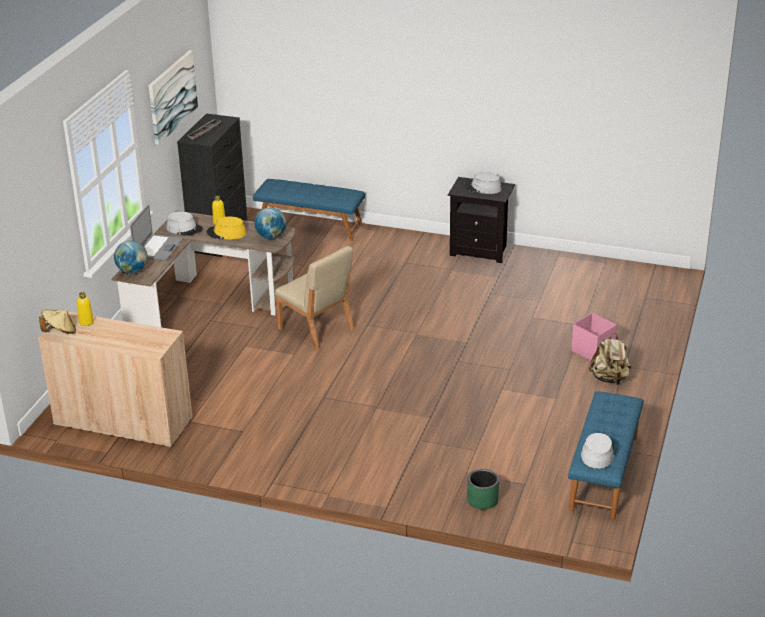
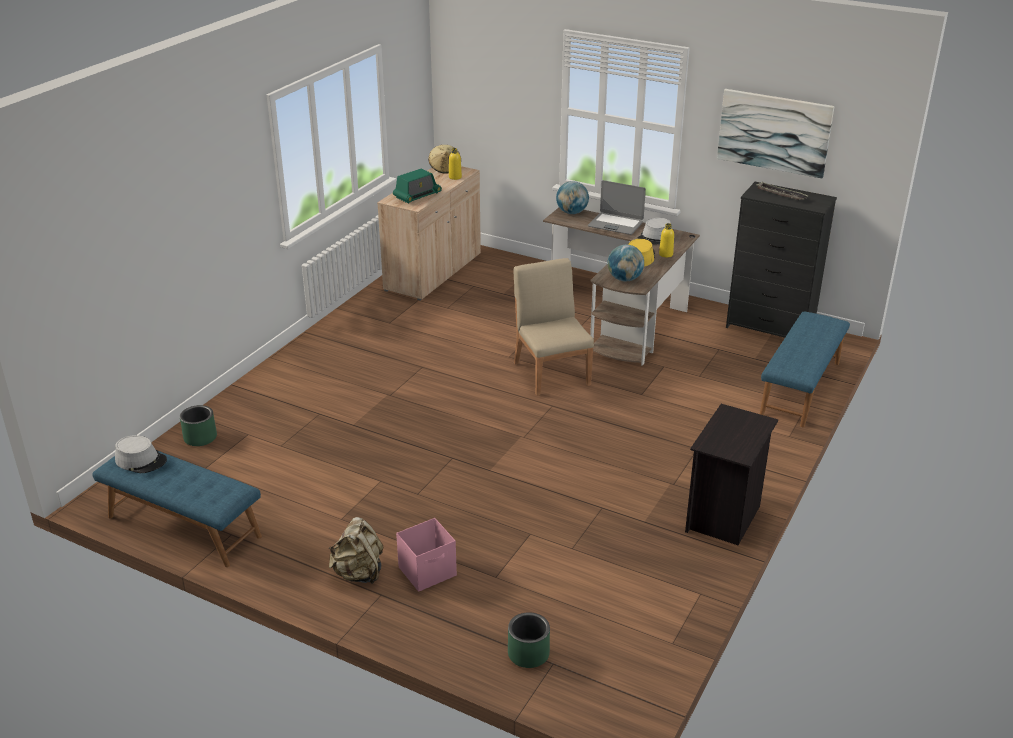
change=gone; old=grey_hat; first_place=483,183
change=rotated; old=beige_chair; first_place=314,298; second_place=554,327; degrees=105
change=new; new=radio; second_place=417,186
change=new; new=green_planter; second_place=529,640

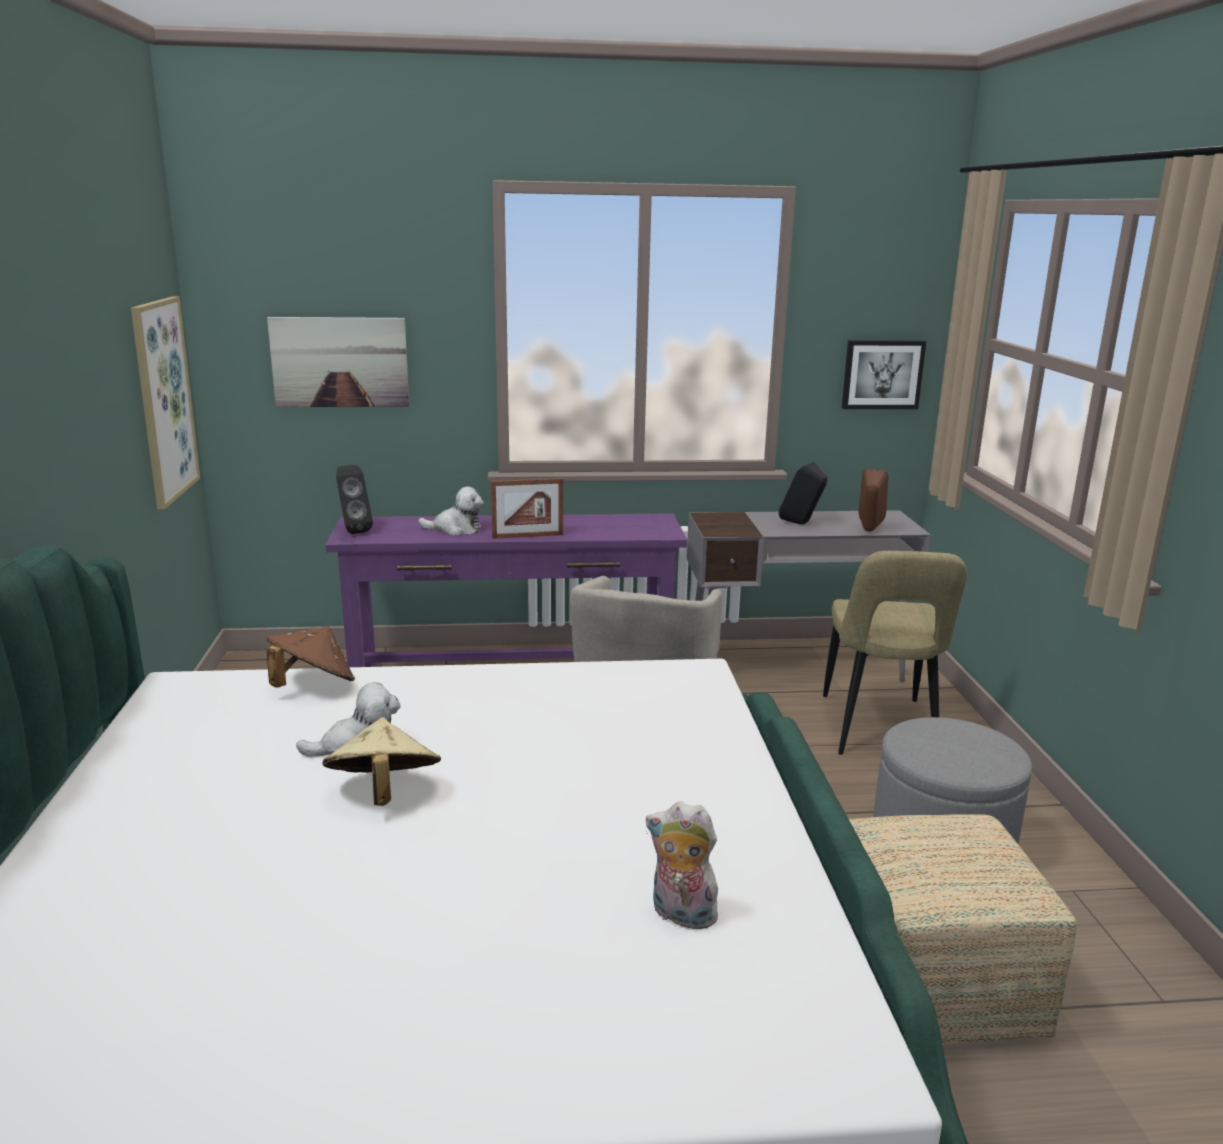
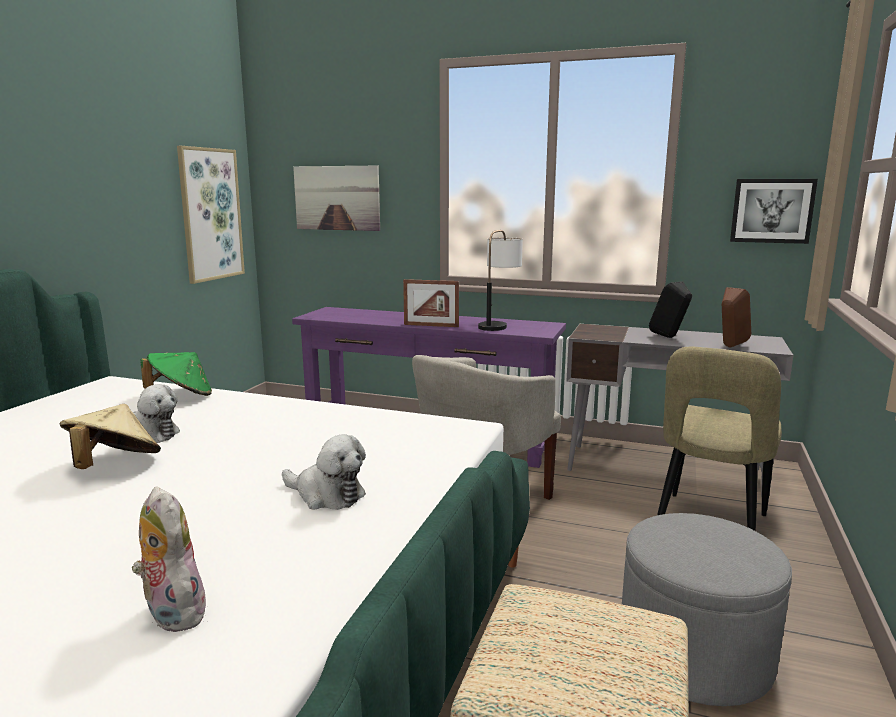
change=gone; old=black_speaker; first_place=354,499
change=shifted; old=plush_toy; first_place=451,511; second_place=324,472
change=repainted; old=brown_hat; new=green_hat; first_place=310,657; second_place=176,374
change=new; new=table_lamp; second_place=500,280

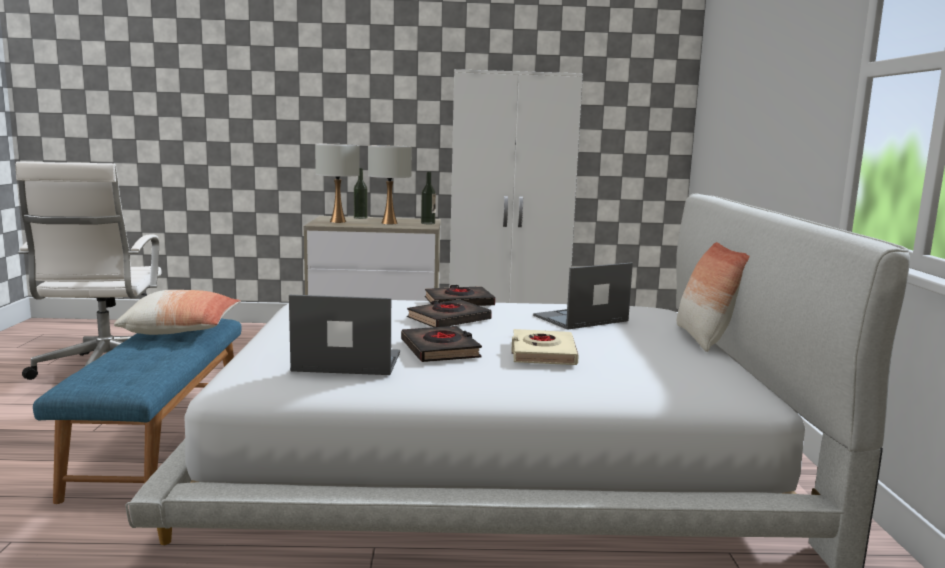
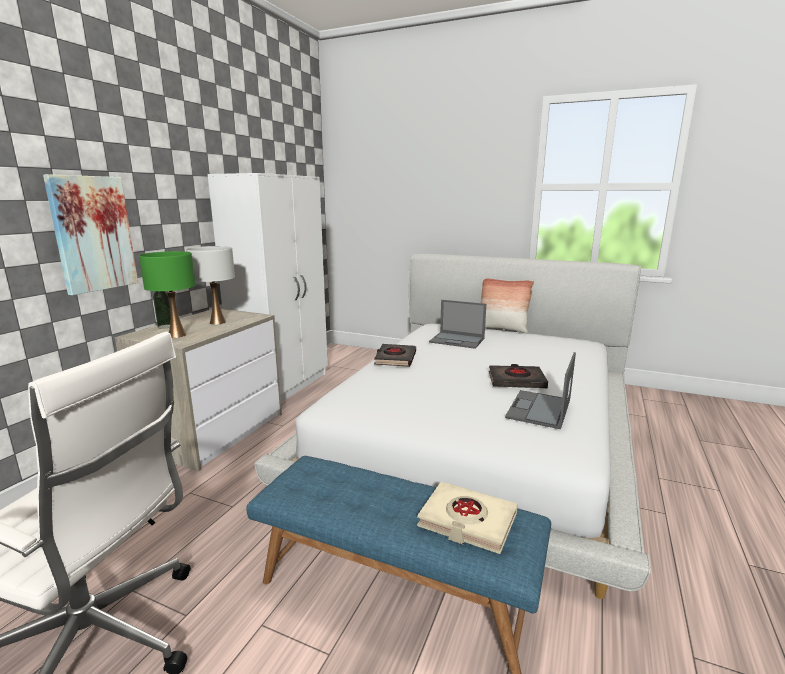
change=repainted; old=white_table_lamp; new=green_table_lamp; first_place=337,183; second_place=167,294
change=gone; old=bottle; first_place=428,198
change=rotated; old=laptop; first_place=583,296; second_place=457,324; degrees=-60
change=gone; old=pillow; first_place=177,312
change=gone; old=black_book; first_place=449,313
change=shifted; old=beige_book; first_place=545,347; second_place=467,517
change=new; new=picture; second_place=90,234

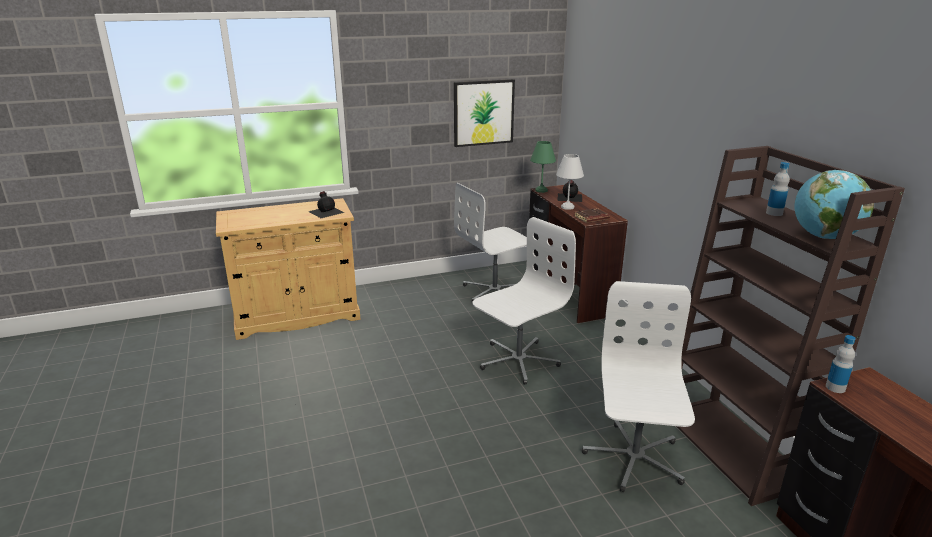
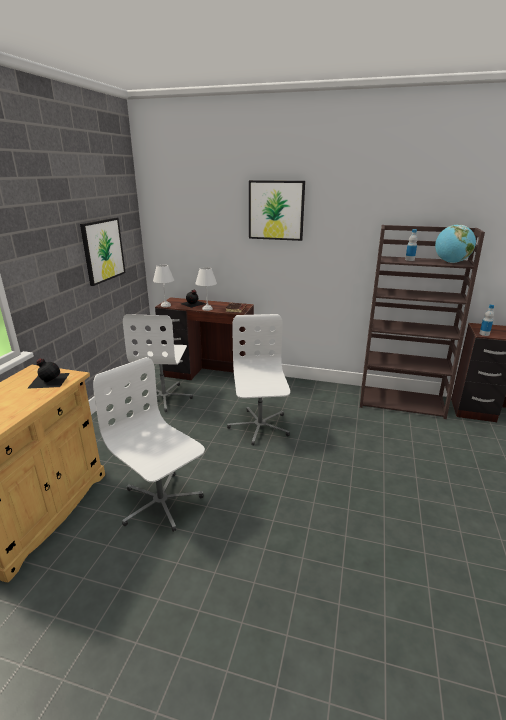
change=repainted; old=green_table_lamp; new=white_table_lamp; first_place=543,167; second_place=163,286
change=shifted; old=white_office_chair; first_place=638,386; second_place=149,444
change=new; new=picture; second_place=277,210

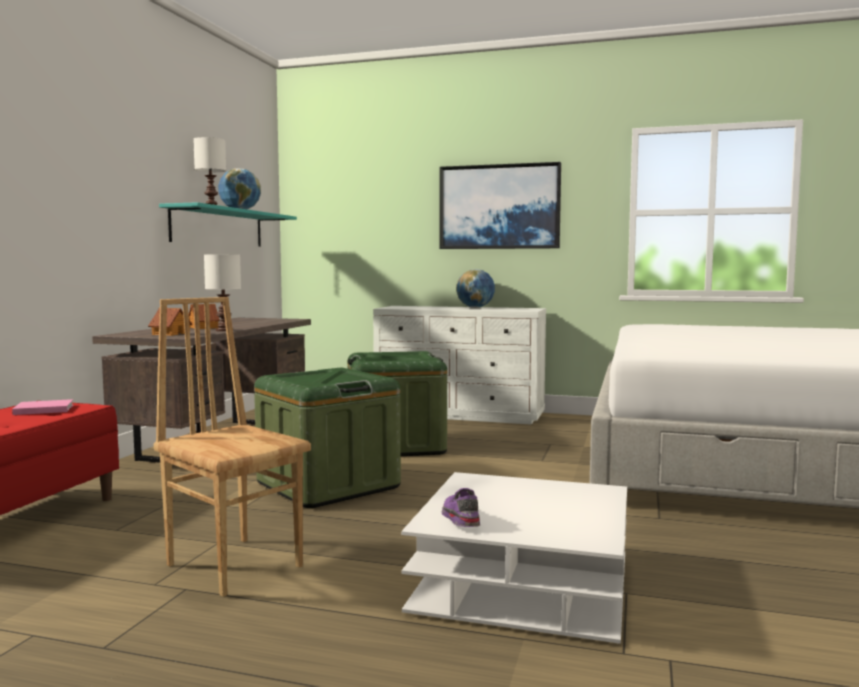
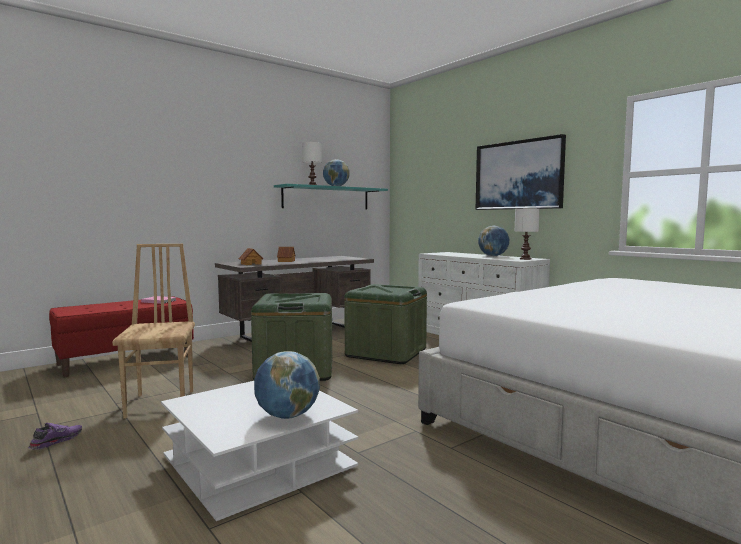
change=shifted; old=white_table_lamp; first_place=222,292; second_place=527,234
change=shifted; old=purple_shoe; first_place=461,507; second_place=55,436
change=new; new=globe; second_place=287,385

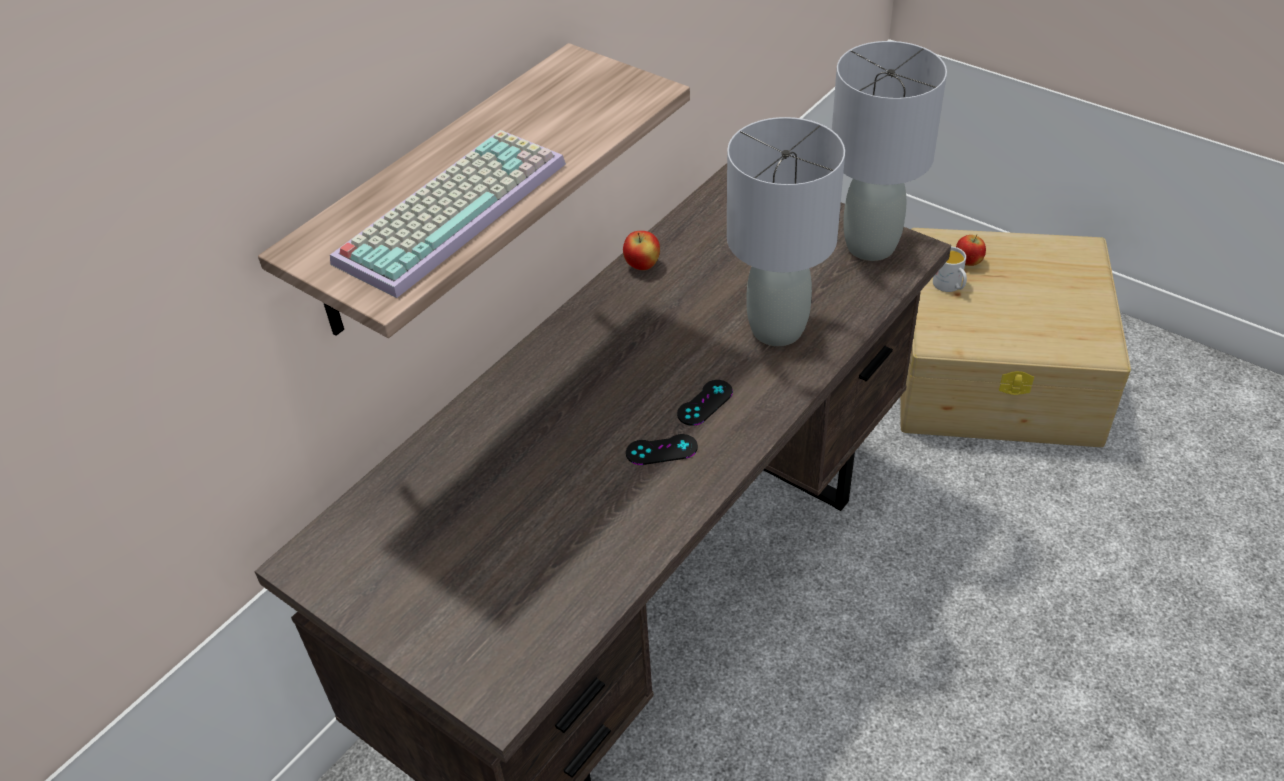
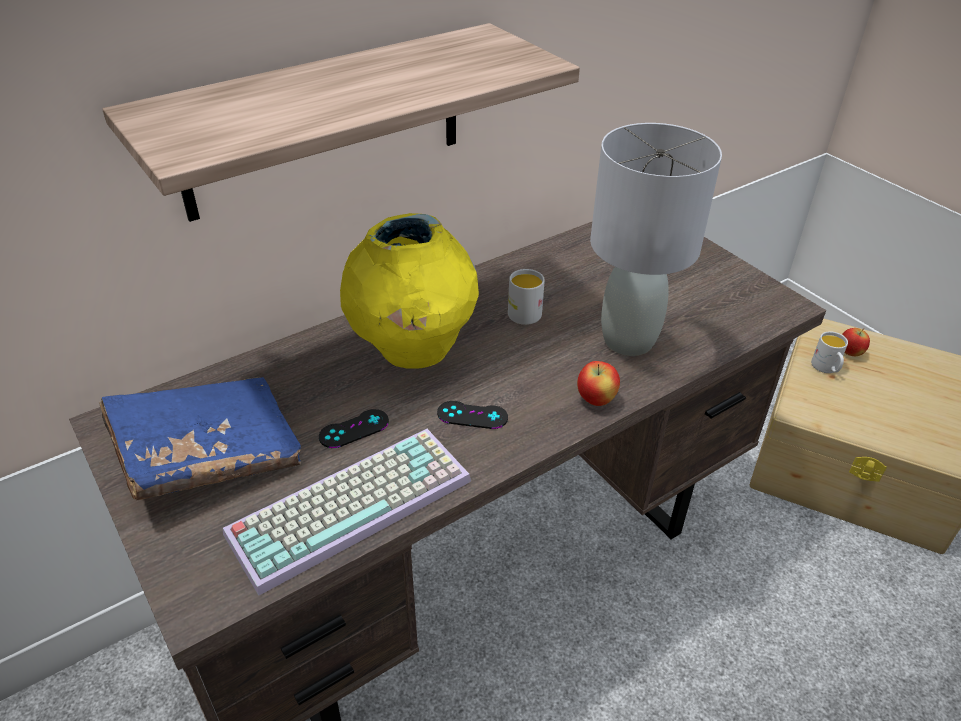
change=gone; old=grey_table_lamp; first_place=889,151
change=shifted; old=keyboard; first_place=448,214; second_place=347,512
change=shifted; old=apple; first_place=641,250; second_place=598,383
change=shifted; old=black_game_controller; first_place=705,403; second_place=354,428
change=new; new=yellow_vase; second_place=409,291
change=new; new=white_mug; second_place=526,297
change=new; new=blue_book; second_place=200,438

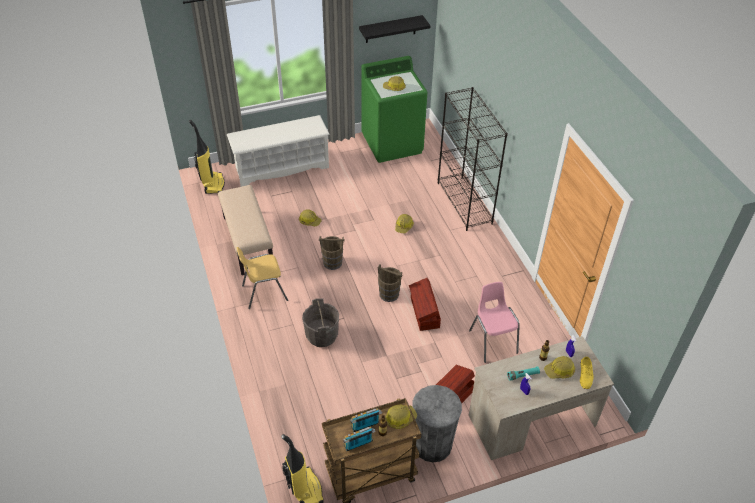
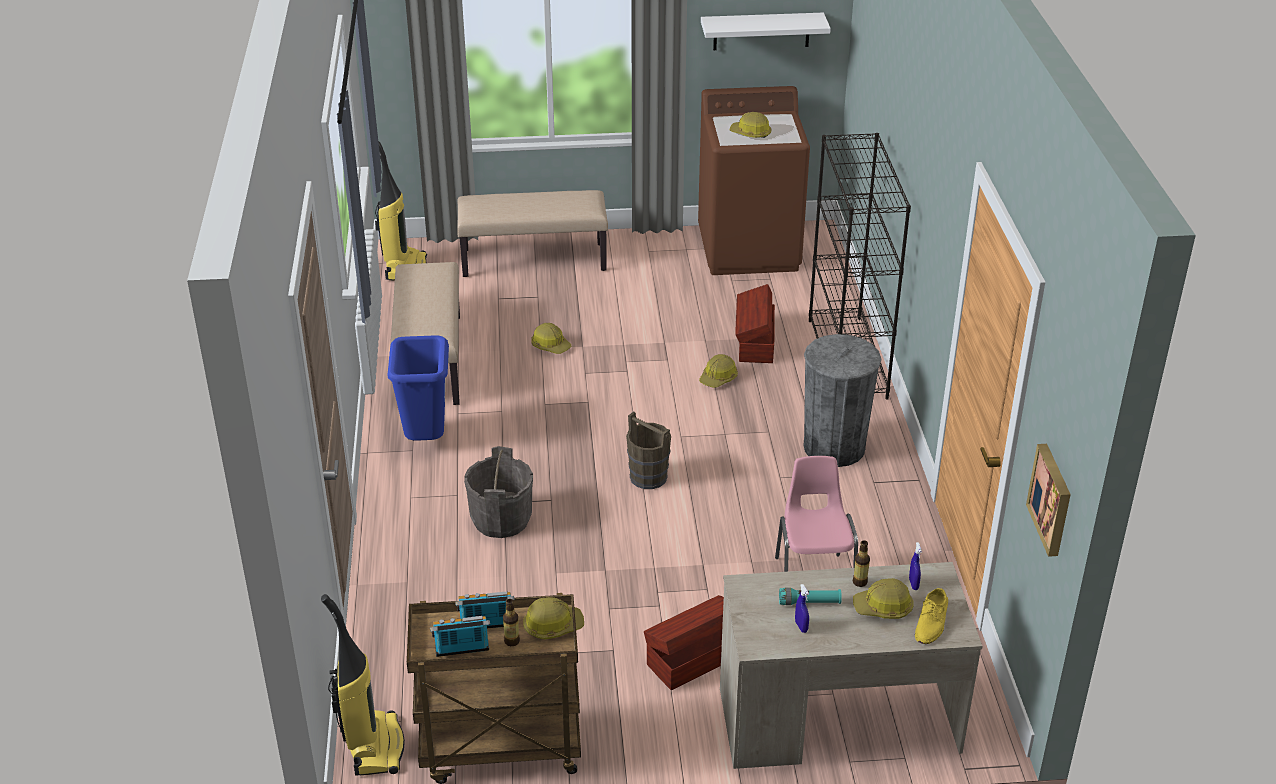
change=repainted; old=black_shelf; new=white_shelf; first_place=394,29; second_place=766,31
change=repainted; old=green_washing_machine; new=brown_washing_machine; first_place=394,109; second_place=754,180
change=swapped; old=white_shoe_rack; new=beige_bench; first_place=278,151; second_place=532,233
change=gone; old=brown_bucket; first_place=332,253
change=swapped; old=yellow_chair; new=blue_trash_can; first_place=262,278; second_place=418,388
change=shifted; old=brown_storage_box; first_place=425,304; second_place=755,323
change=shifted; old=grey_trash_can; first_place=437,423; second_place=842,400
change=new; new=picture; second_place=1048,500

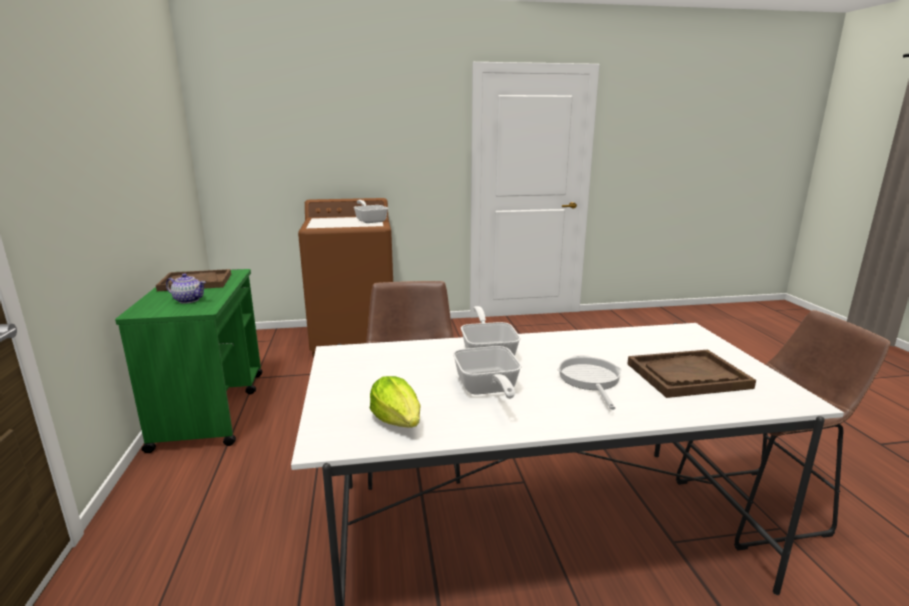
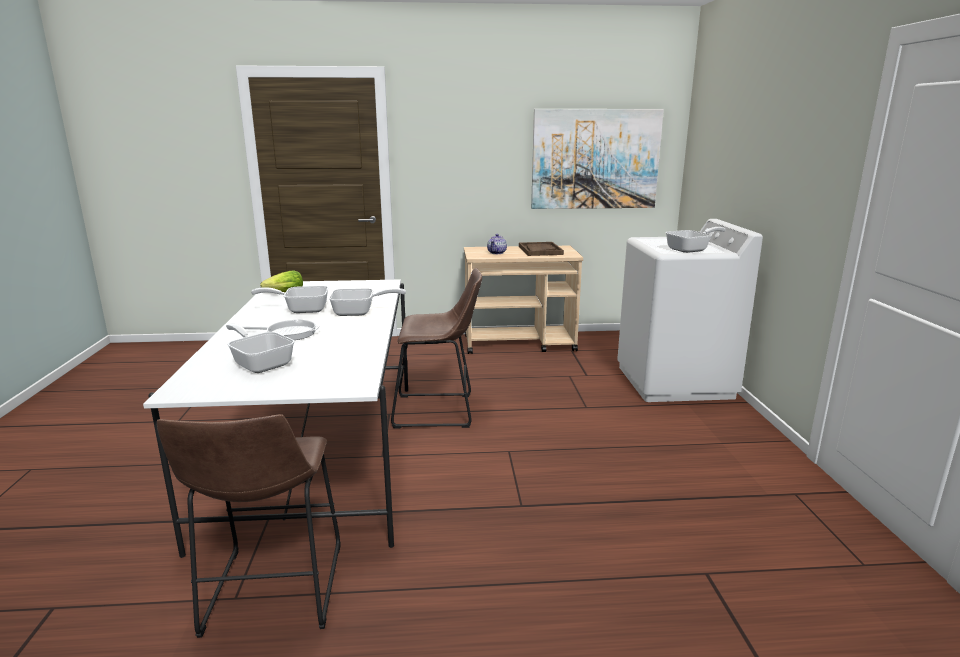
change=repainted; old=brown_washing_machine; new=white_washing_machine; first_place=345,278; second_place=690,310
change=repainted; old=green_cart; new=beige_cart; first_place=188,361; second_place=523,300
change=swapped; old=brown_tray; new=frying_pan; first_place=691,374; second_place=260,348
change=new; new=picture; second_place=597,159

